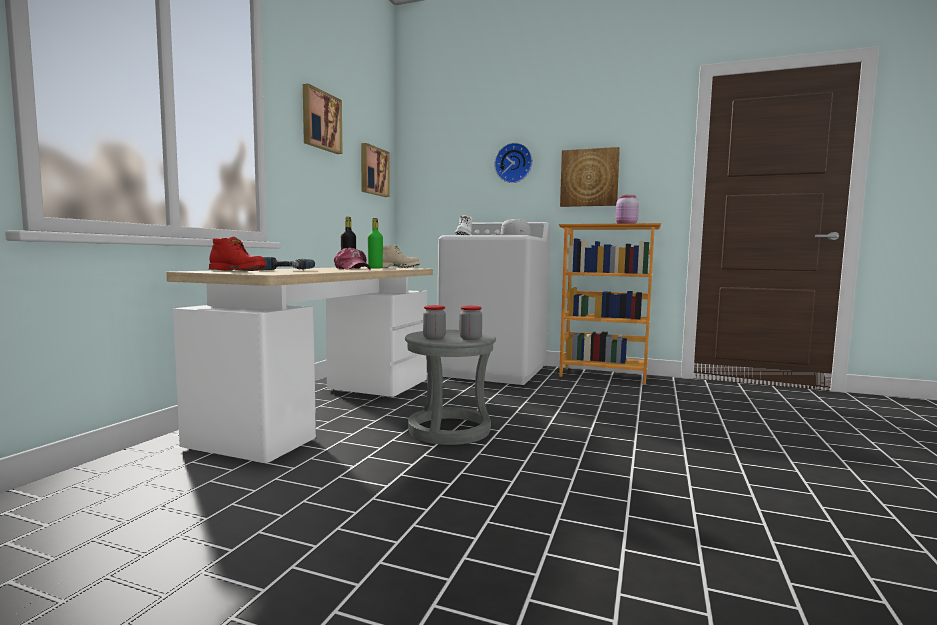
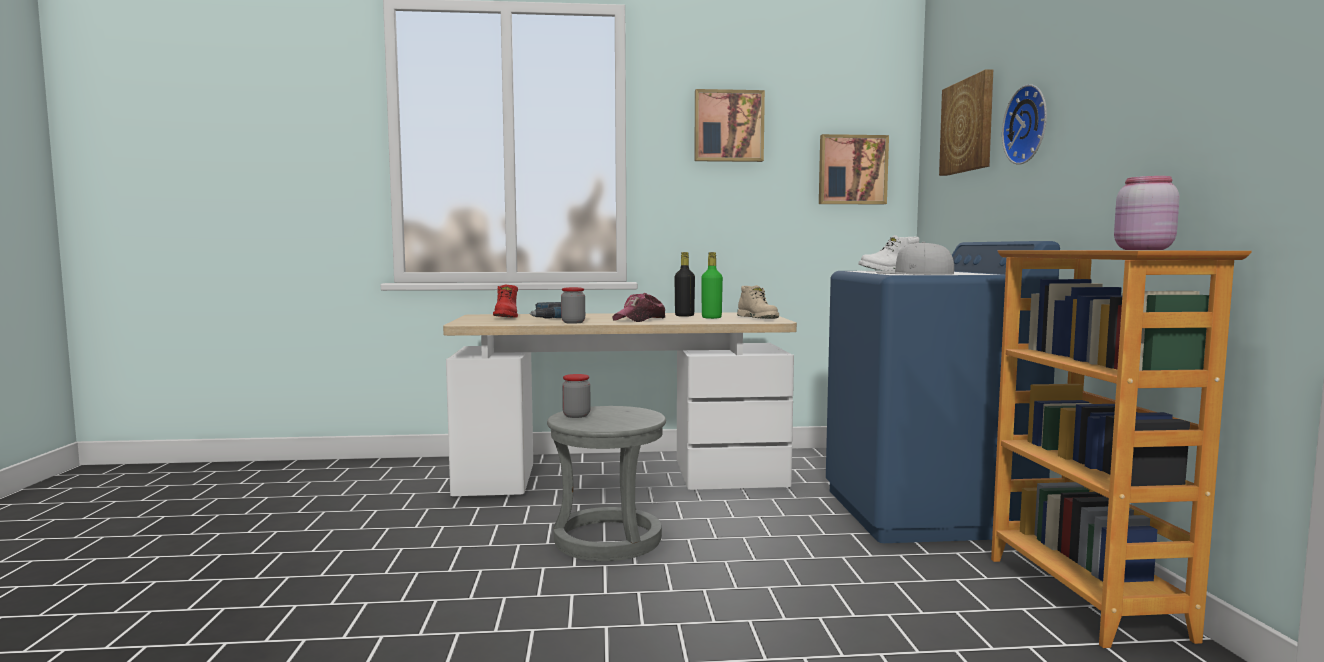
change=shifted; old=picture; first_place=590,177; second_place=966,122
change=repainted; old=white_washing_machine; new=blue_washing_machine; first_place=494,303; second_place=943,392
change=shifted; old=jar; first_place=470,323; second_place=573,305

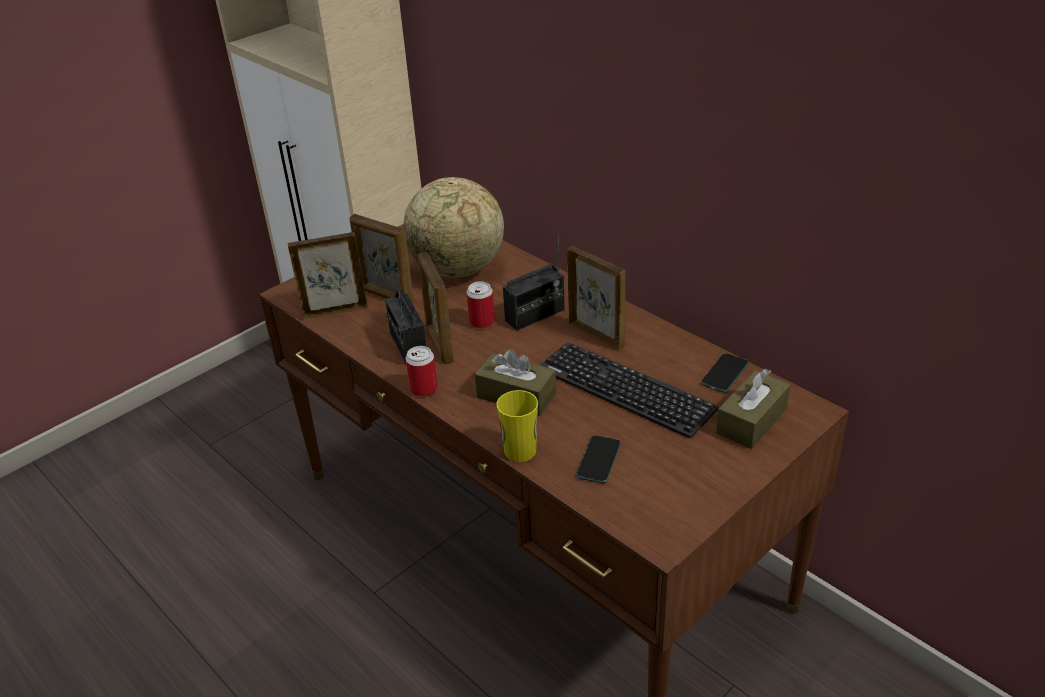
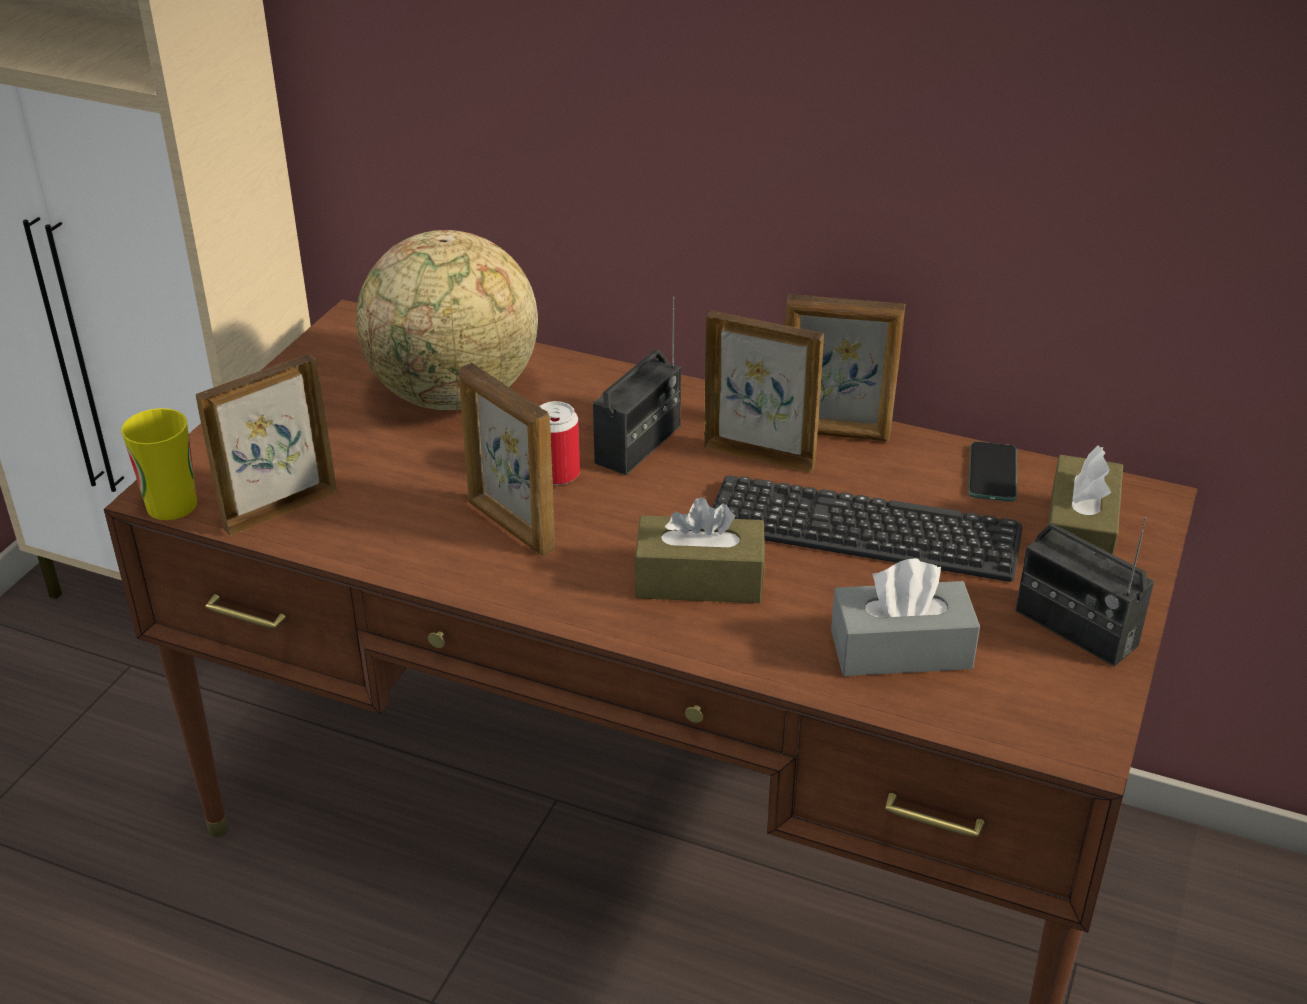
change=shifted; old=picture_frame; first_place=381,258; second_place=845,367
change=shifted; old=radio; first_place=406,325; second_place=1084,592
change=gone; old=can; first_place=421,371
change=shifted; old=cup; first_place=517,426; second_place=159,464
change=swapped; old=phone; new=grey_tissue_box; first_place=598,459; second_place=905,617

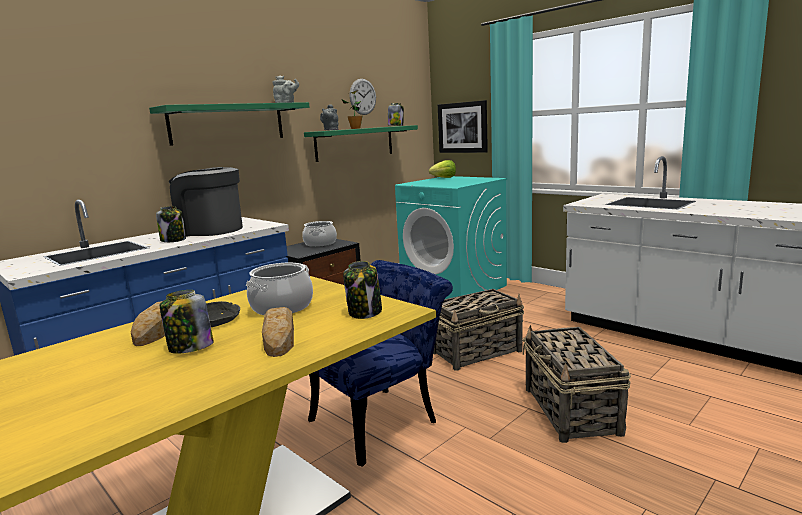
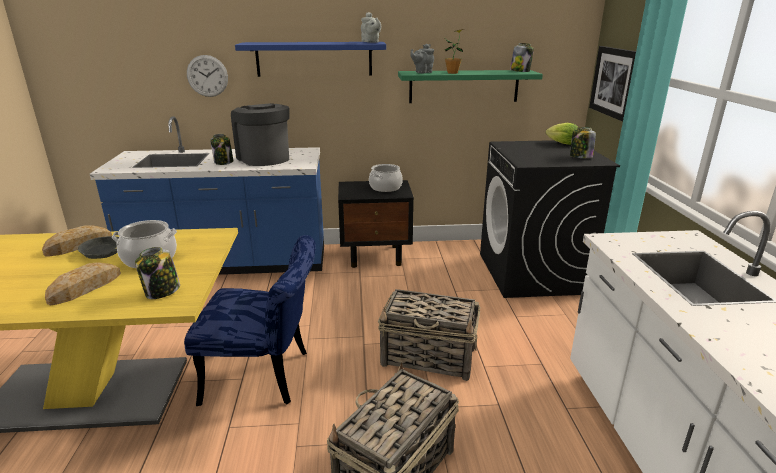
change=shifted; old=wall_clock; first_place=363,97; second_place=207,76
change=repainted; old=green_shelf; new=blue_shelf; first_place=229,124; second_place=310,59
change=repainted; old=turquoise_washing_machine; new=black_washing_machine; first_place=451,237; second_place=550,219
change=shifted; old=jar; first_place=187,322; second_place=583,142

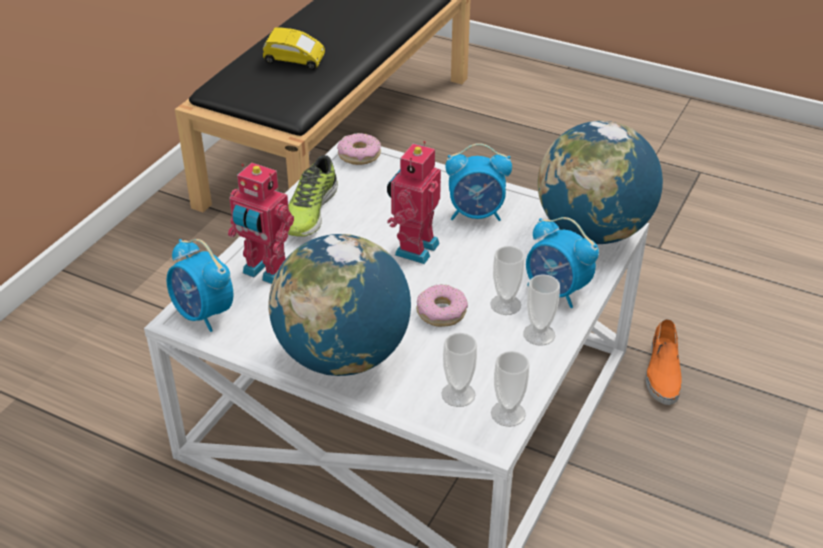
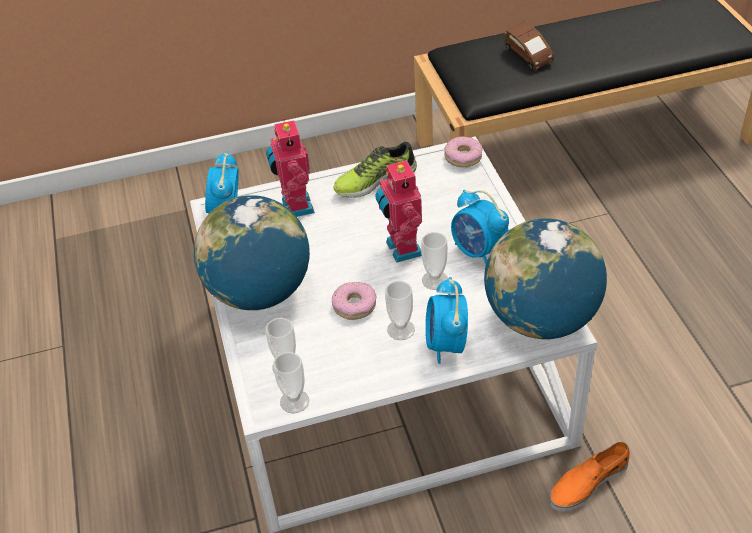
change=repainted; old=yellow_toy_car; new=brown_toy_car; first_place=294,49; second_place=529,45
change=rotated; old=toy_robot; first_place=414,202; second_place=399,210; degrees=-90
change=shifted; old=cup; first_place=541,310; second_place=434,261

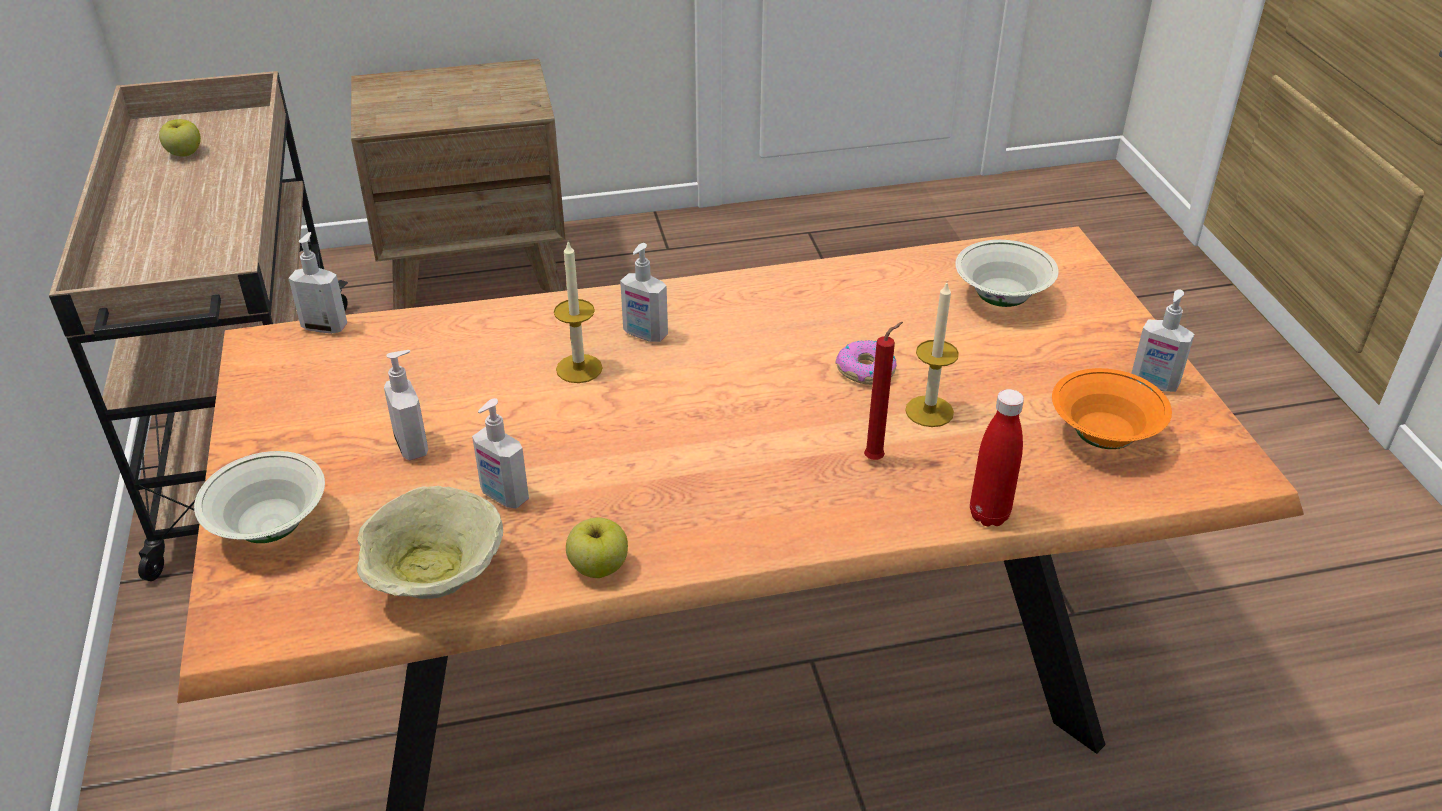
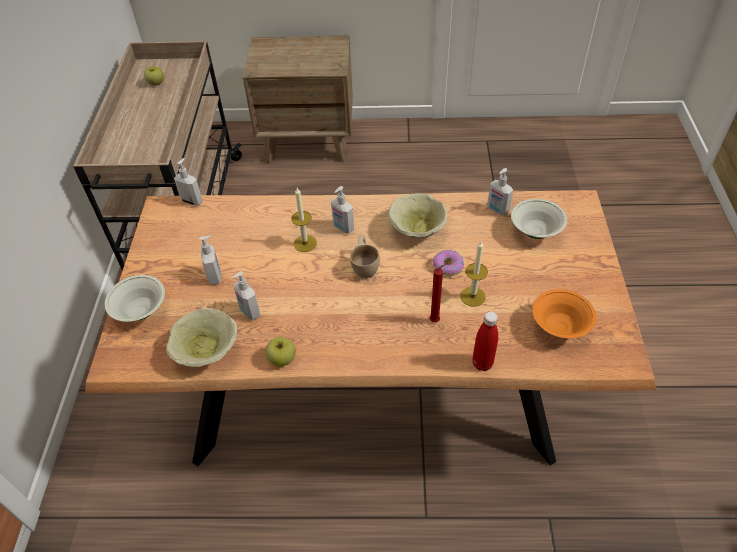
change=shifted; old=soap_dispenser; first_place=1162,340; second_place=500,192
change=new; new=beige_bowl; second_place=417,216
change=new; new=beige_cup; second_place=365,256

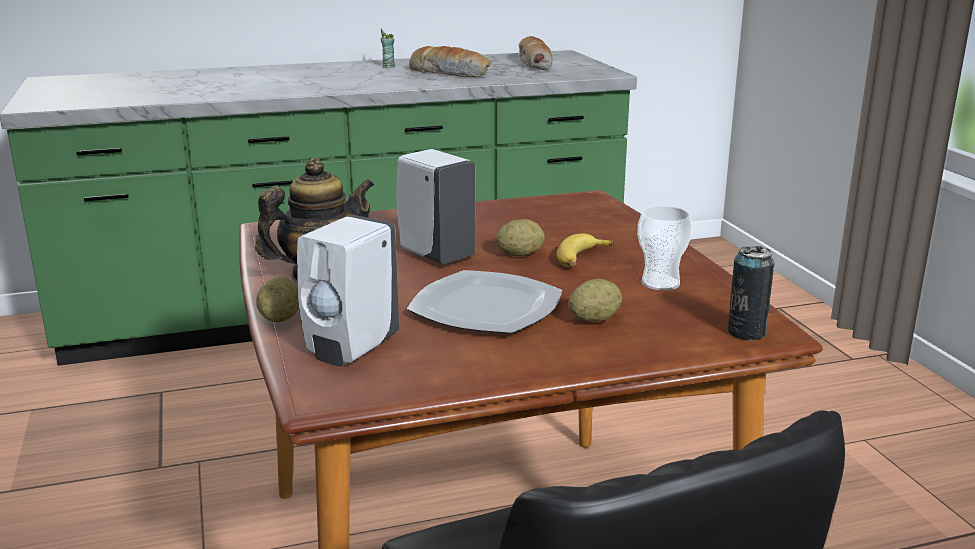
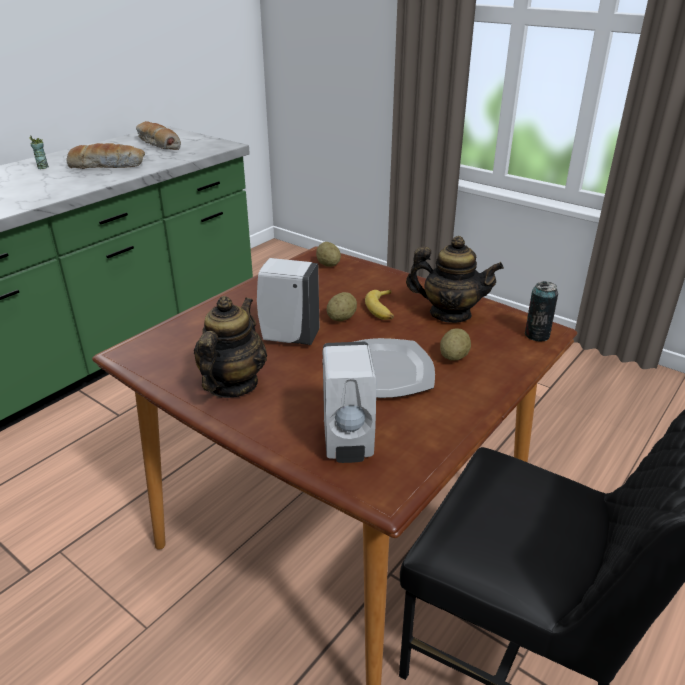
change=swapped; old=cup; new=teapot; first_place=664,248; second_place=455,279
change=shifted; old=potato; first_place=277,299; second_place=328,254

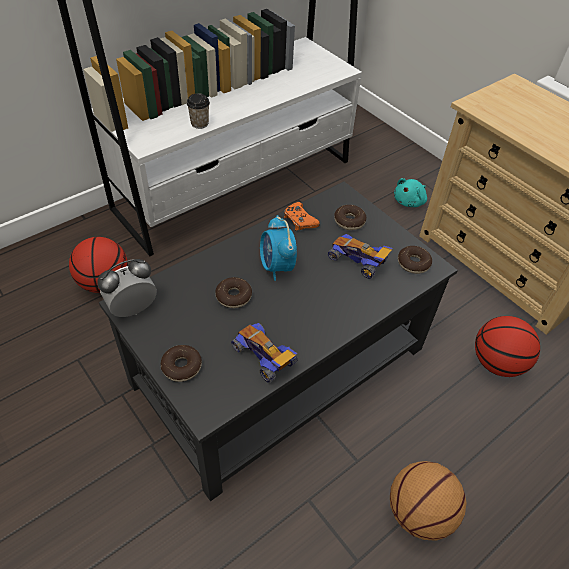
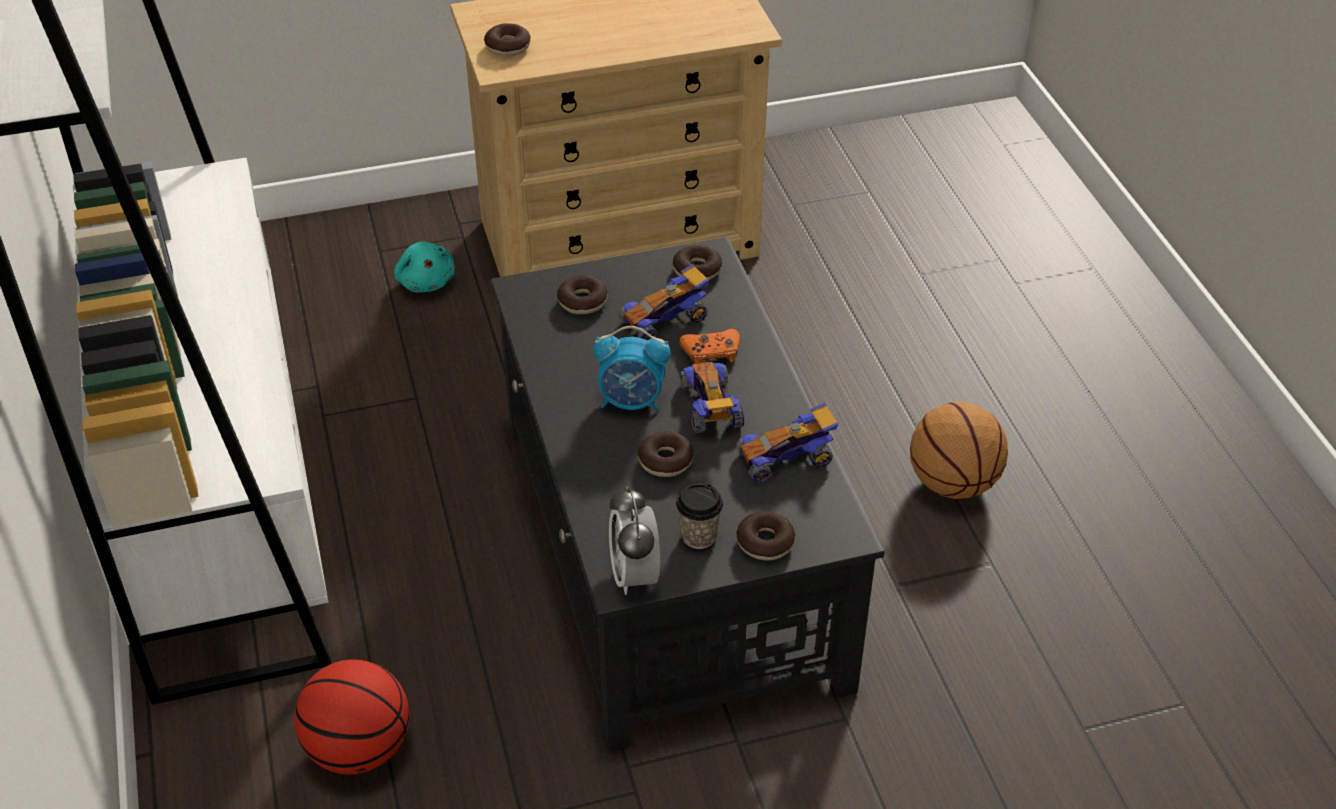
change=shifted; old=cup; first_place=198,111; second_place=699,516
change=shifted; old=orange_game_controller; first_place=302,216; second_place=709,346
change=gone; old=basketball; first_place=507,346
change=new; new=donut; second_place=507,39
change=new; new=toy_car; second_place=712,397

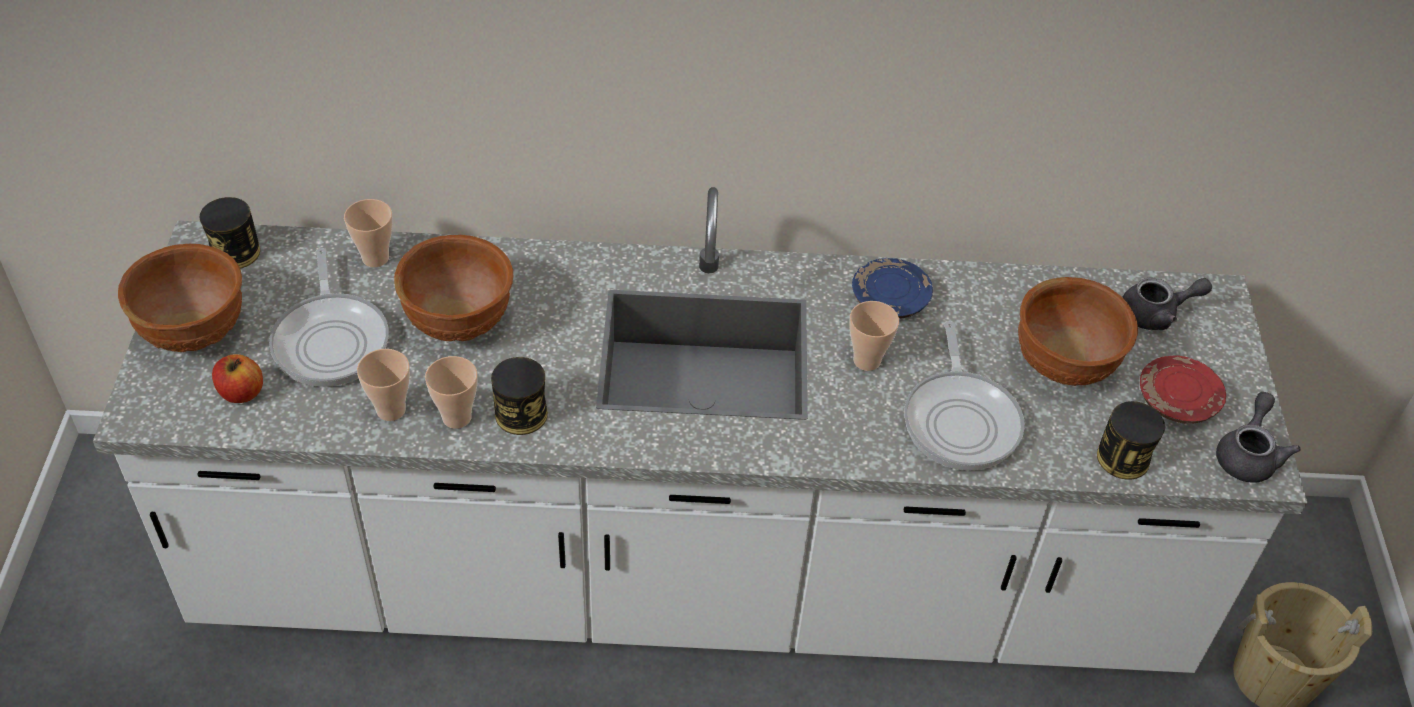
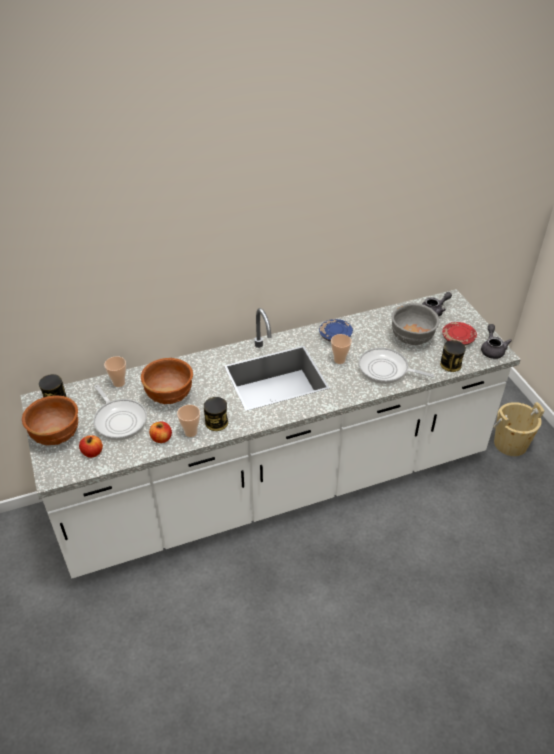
change=repainted; old=brown_bowl; new=grey_bowl; first_place=1078,331; second_place=415,324
change=rotated; old=frying_pan; first_place=964,396; second_place=396,366; degrees=135
change=swapped; old=cup; new=apple; first_place=383,385; second_place=160,432

